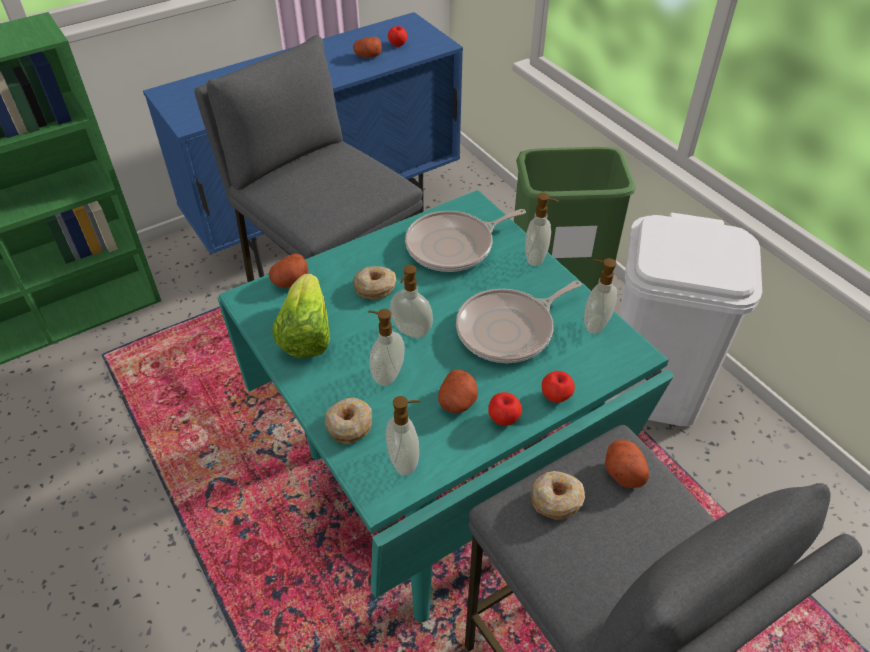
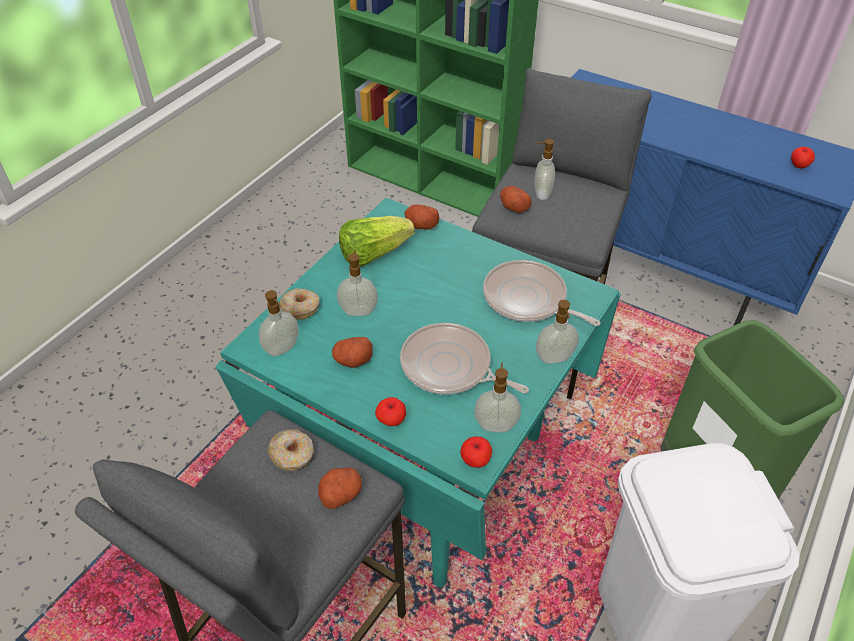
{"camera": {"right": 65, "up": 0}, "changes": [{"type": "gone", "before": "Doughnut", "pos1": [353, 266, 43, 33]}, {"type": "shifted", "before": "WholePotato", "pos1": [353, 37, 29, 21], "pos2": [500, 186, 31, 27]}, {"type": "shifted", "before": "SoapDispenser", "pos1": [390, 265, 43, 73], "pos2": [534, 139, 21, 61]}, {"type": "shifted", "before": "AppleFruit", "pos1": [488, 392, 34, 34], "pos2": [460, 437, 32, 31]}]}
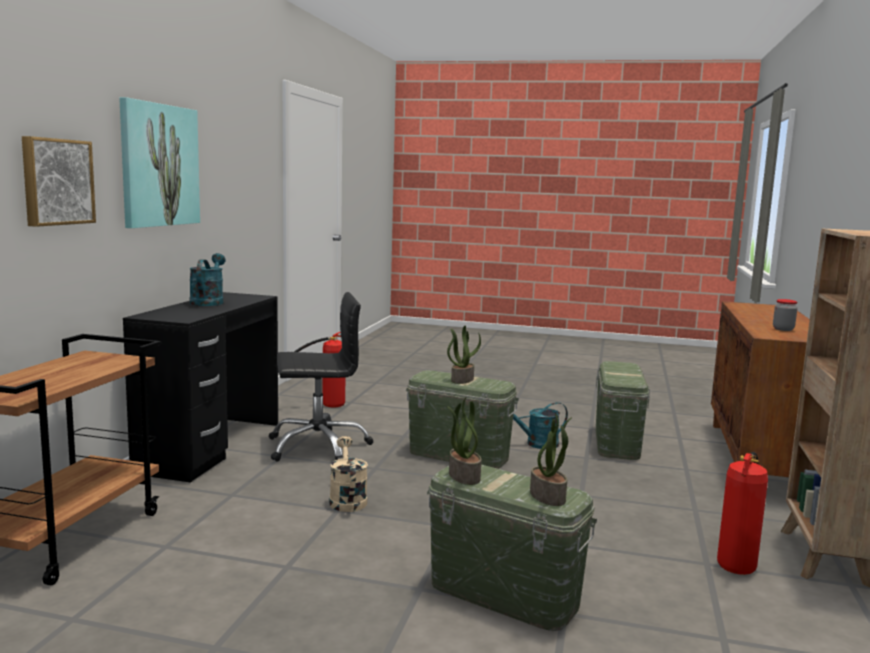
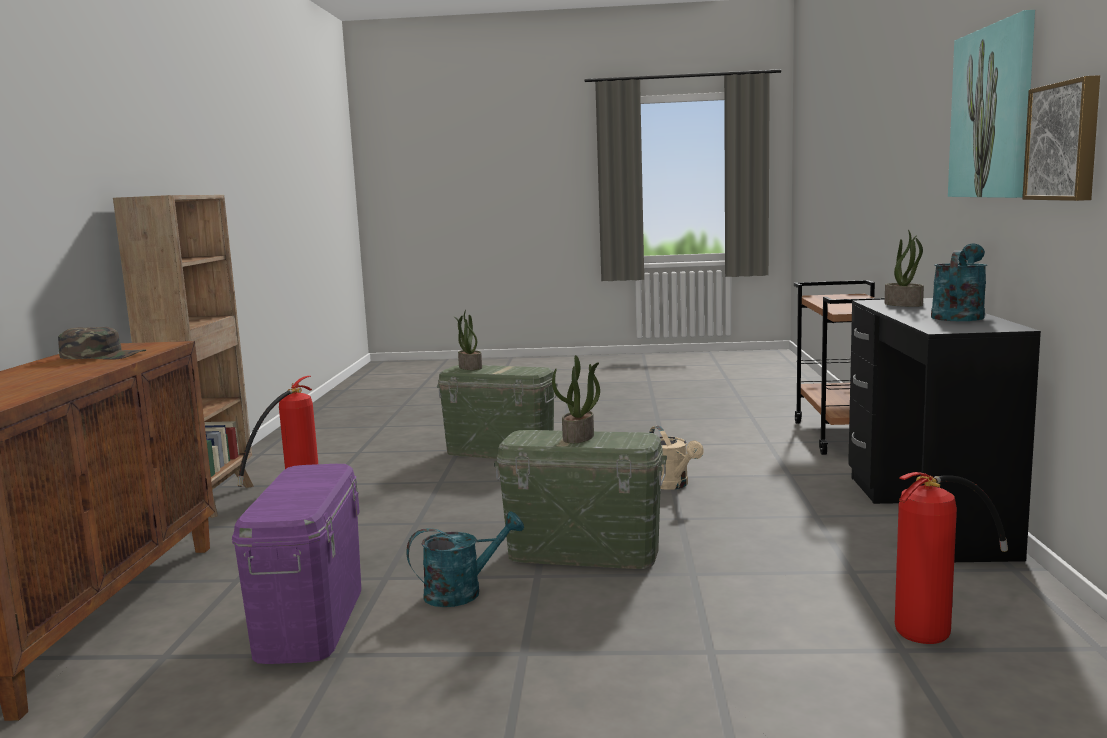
{"camera": {"right": 170, "up": 0}, "changes": [{"type": "gone", "before": "BlackColouredOfficeChair", "pos1": [269, 292, 104, 169]}, {"type": "shifted", "before": "WallPicture", "pos1": [22, 136, 74, 91], "pos2": [1022, 75, 78, 126]}, {"type": "shifted", "before": "Houseplant", "pos1": [447, 397, 35, 88], "pos2": [885, 229, 39, 78]}, {"type": "swapped", "before": "PreserveJar", "after": "GreenishCap", "pos1": [773, 299, 24, 32], "pos2": [58, 327, 88, 33]}, {"type": "repainted", "before": "GreenishStorageBin", "after": "PurpleColouredStorageBin", "pos1": [596, 361, 54, 99], "pos2": [232, 464, 129, 200]}, {"type": "rotated", "before": "BlueGreenWateringCan", "pos1": [189, 253, 37, 53], "pos2": [931, 244, 56, 77], "turn": -135}]}
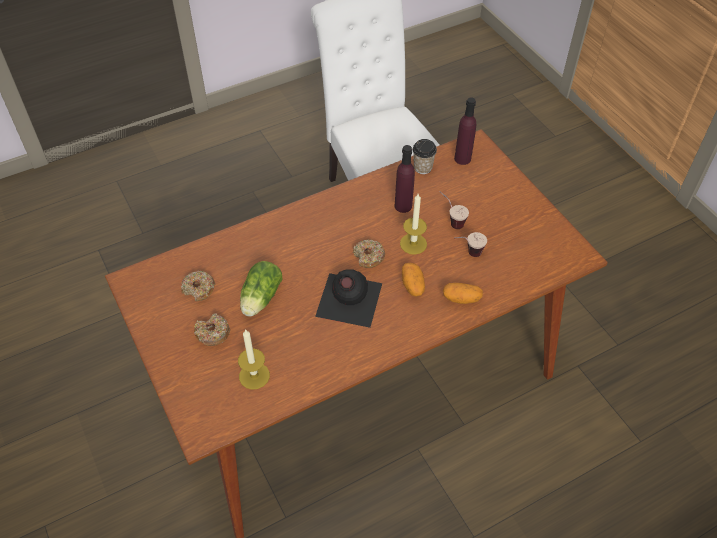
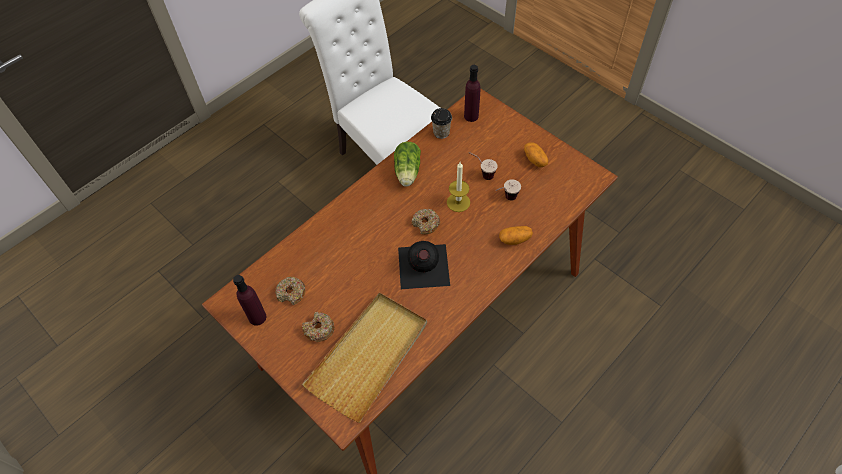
{"camera": {"right": -15, "up": 5}, "changes": [{"type": "shifted", "before": "Lettuce", "pos1": [240, 261, 43, 56], "pos2": [394, 142, 27, 45]}, {"type": "shifted", "before": "PurpleColouredBottle", "pos1": [394, 145, 21, 68], "pos2": [233, 275, 33, 51]}, {"type": "shifted", "before": "WholePotato", "pos1": [402, 263, 23, 34], "pos2": [524, 142, 24, 25]}, {"type": "swapped", "before": "WaxCandle", "after": "SandColouredServingTray", "pos1": [238, 329, 32, 61], "pos2": [302, 292, 125, 131]}]}
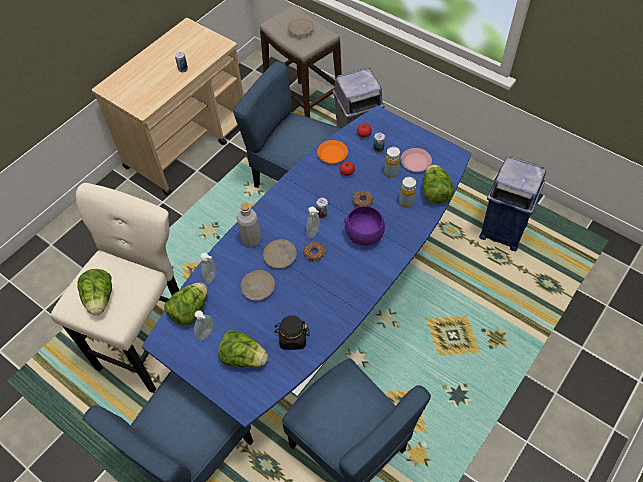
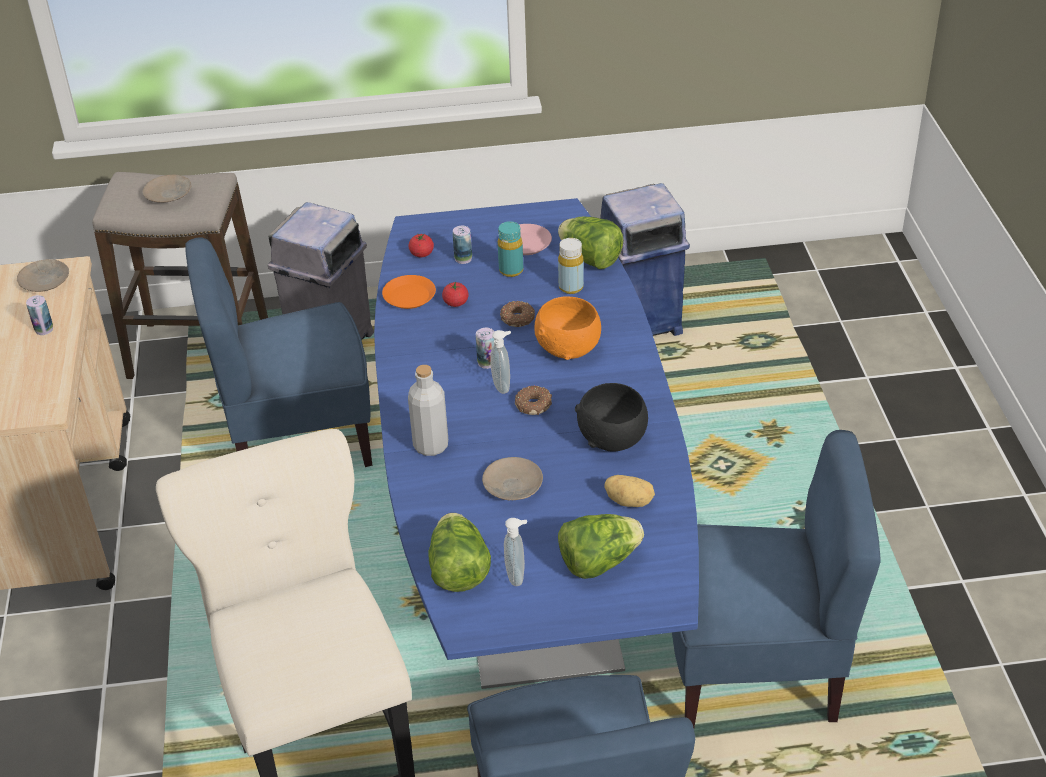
{"camera": {"right": -45, "up": -15}, "changes": [{"type": "gone", "before": "Lettuce", "pos1": [77, 269, 35, 47]}, {"type": "gone", "before": "SoapDispenser", "pos1": [200, 253, 16, 31]}, {"type": "new", "after": "BlackColouredDeepDish", "pos2": [575, 383, 73, 68]}, {"type": "shifted", "before": "SandColouredDinnerPlate", "pos1": [263, 239, 34, 29], "pos2": [17, 259, 52, 33]}, {"type": "swapped", "before": "BlackColouredPreserveJar", "after": "WholePotato", "pos1": [274, 315, 36, 35], "pos2": [604, 475, 51, 32]}, {"type": "repainted", "before": "PurpleColouredDeepDish", "after": "OrangeColouredDeepDish", "pos1": [344, 206, 41, 40], "pos2": [534, 296, 67, 64]}, {"type": "repainted", "before": "YellowBottle", "after": "BlueGreenBottle", "pos1": [384, 147, 16, 30], "pos2": [498, 221, 25, 56]}]}
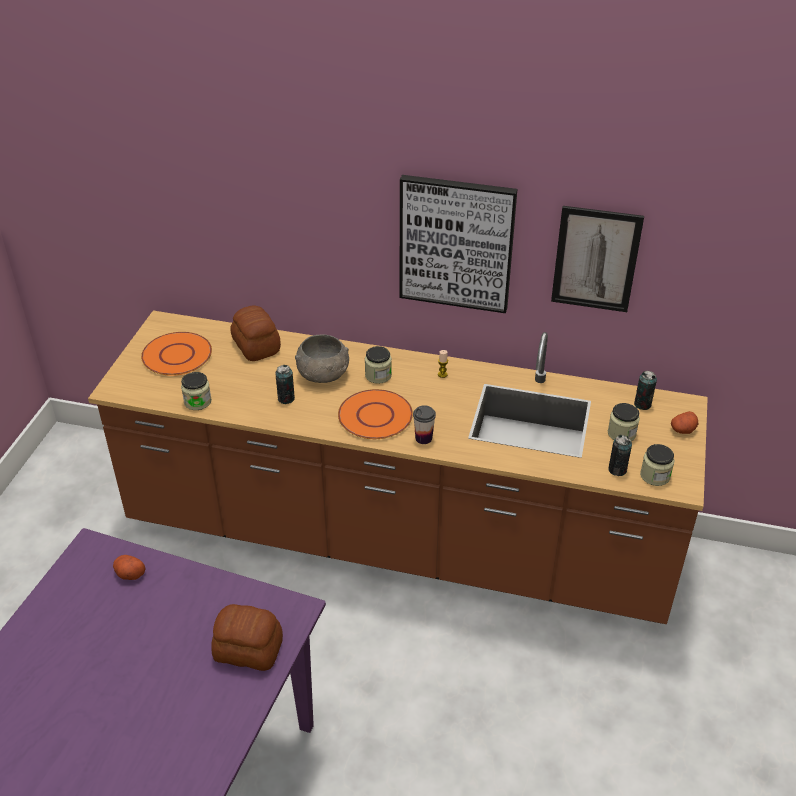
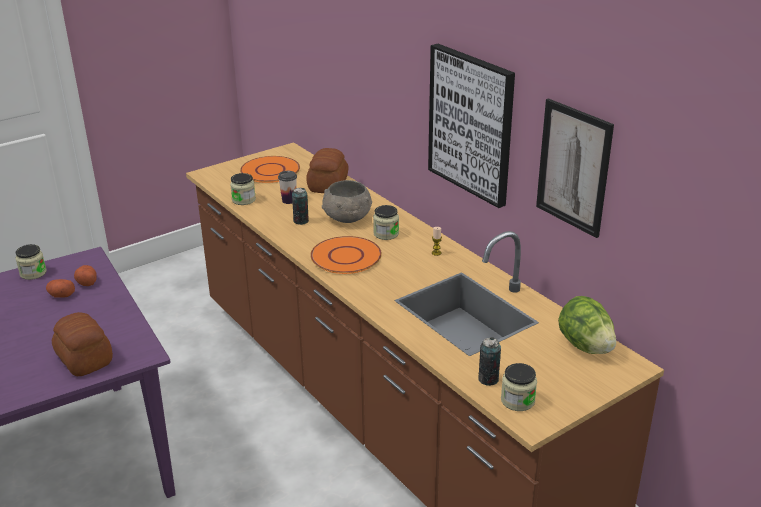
{"camera": {"right": 40, "up": -10}, "changes": [{"type": "shifted", "before": "Cup", "pos1": [413, 405, 23, 39], "pos2": [278, 171, 19, 33]}, {"type": "shifted", "before": "PreserveJar", "pos1": [608, 403, 32, 38], "pos2": [15, 244, 32, 36]}, {"type": "shifted", "before": "WholePotato", "pos1": [671, 411, 27, 23], "pos2": [46, 279, 29, 19]}, {"type": "swapped", "before": "SealedCan", "after": "Lettuce", "pos1": [634, 371, 23, 39], "pos2": [558, 296, 58, 58]}]}
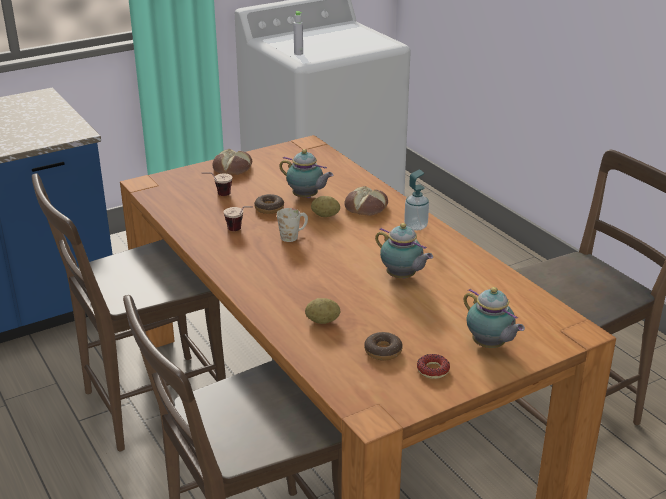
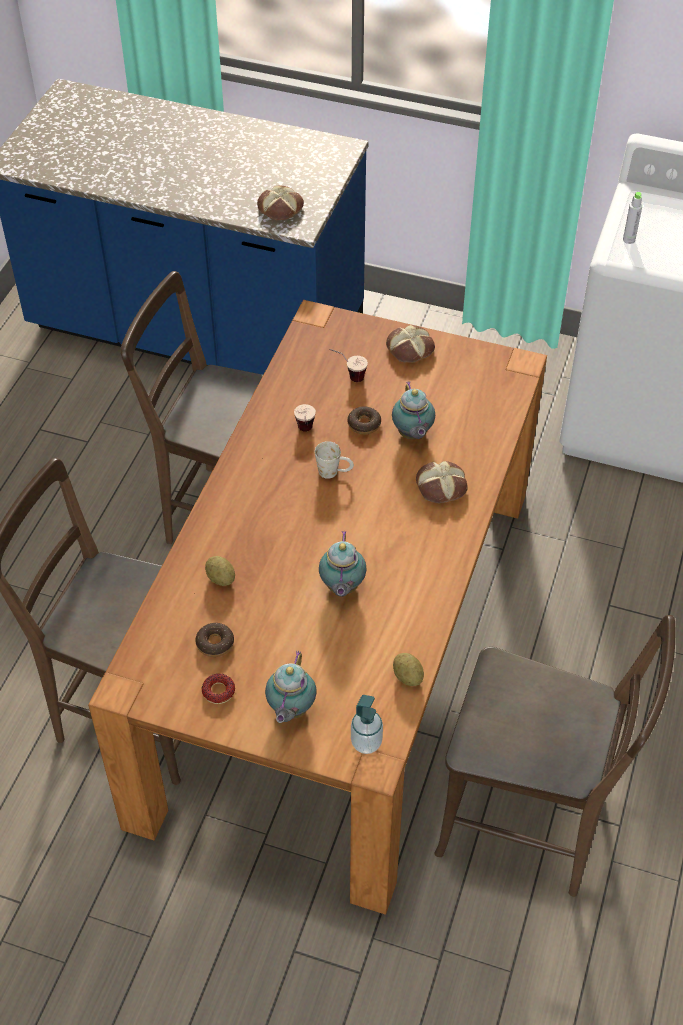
{"camera": {"right": 50, "up": 20}, "changes": [{"type": "new", "after": "Bread", "pos2": [257, 186, 47, 34]}, {"type": "shifted", "before": "WholePotato", "pos1": [311, 196, 29, 21], "pos2": [393, 653, 31, 33]}, {"type": "shifted", "before": "SoapDispenser", "pos1": [404, 170, 25, 61], "pos2": [351, 695, 32, 59]}]}
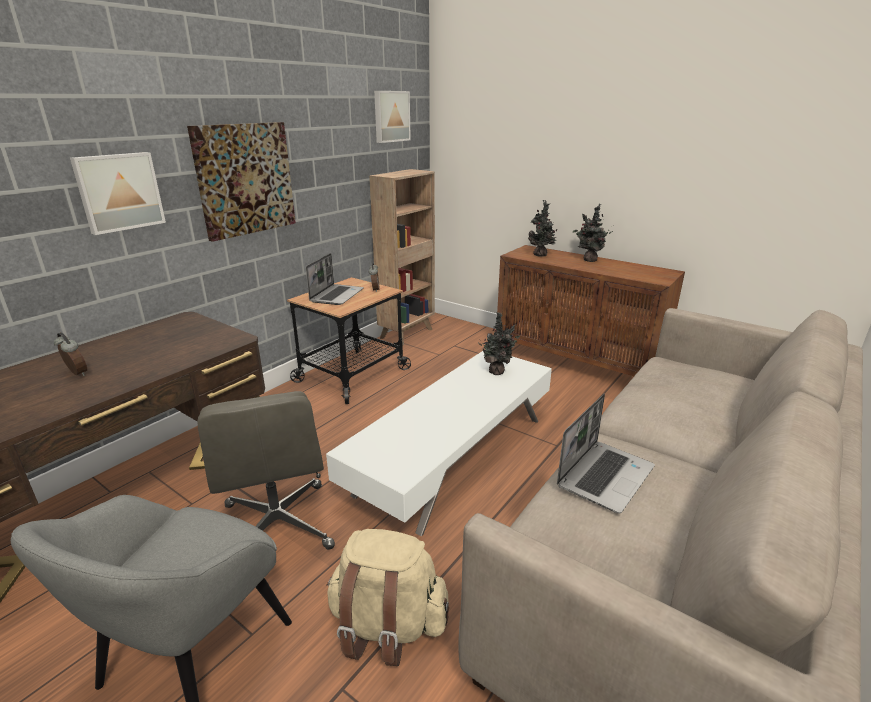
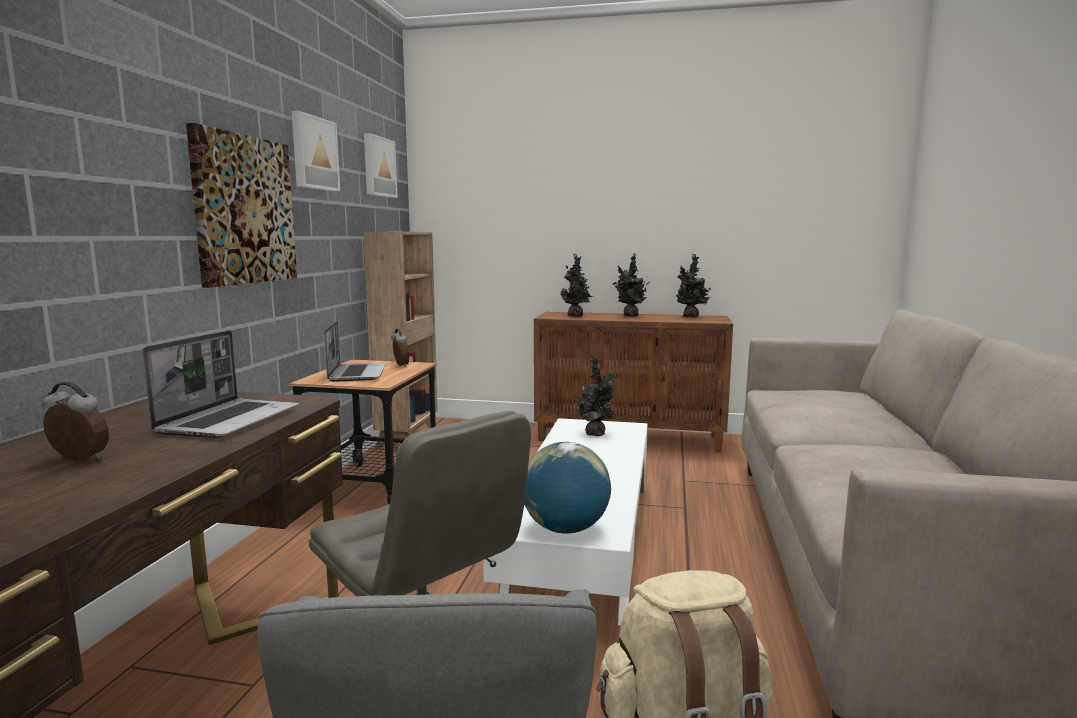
{"camera": {"right": -25, "up": -15}, "changes": [{"type": "new", "after": "DeskGlobe", "pos2": [524, 442, 87, 92]}, {"type": "new", "after": "Houseplant", "pos2": [676, 254, 35, 63]}, {"type": "shifted", "before": "WallPicture", "pos1": [70, 152, 96, 83], "pos2": [292, 111, 48, 80]}, {"type": "shifted", "before": "Laptop", "pos1": [557, 394, 98, 120], "pos2": [142, 330, 157, 108]}]}
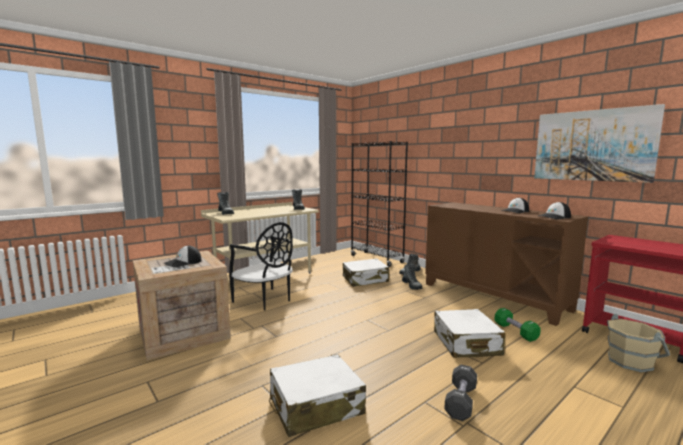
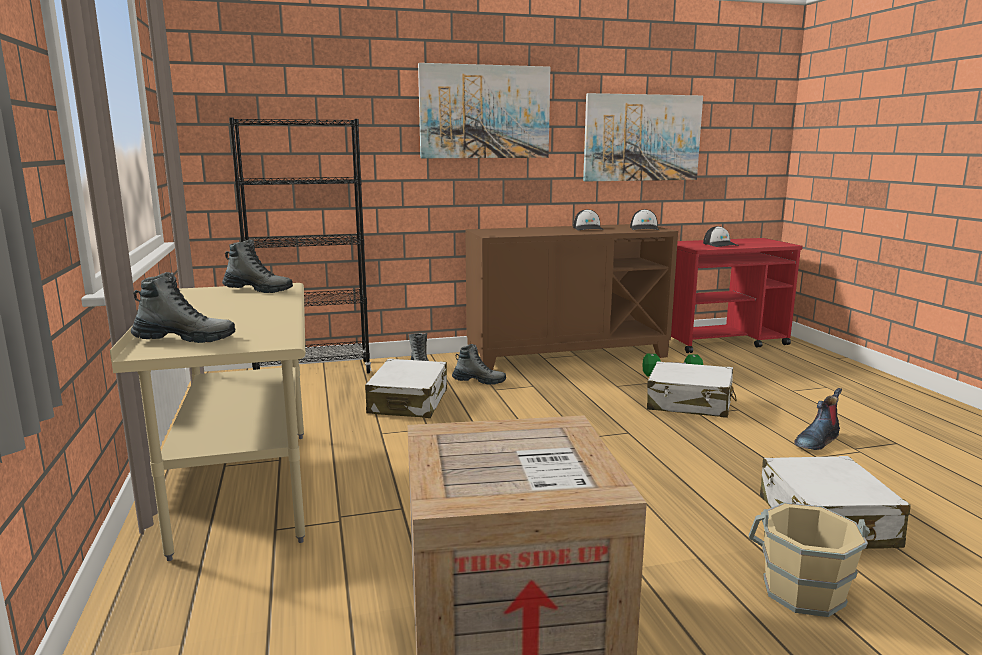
{"camera": {"right": -65, "up": 5}, "changes": [{"type": "gone", "before": "BlackColouredUprightChair", "pos1": [229, 222, 64, 89]}, {"type": "new", "after": "WallPicture", "pos2": [418, 63, 132, 95]}, {"type": "shifted", "before": "Cap", "pos1": [164, 246, 38, 21], "pos2": [703, 226, 36, 21]}, {"type": "shifted", "before": "SandColouredBucket", "pos1": [607, 313, 63, 59], "pos2": [749, 503, 121, 114]}, {"type": "swapped", "before": "BlackColouredDumbbell", "after": "Boot", "pos1": [444, 365, 33, 56], "pos2": [794, 388, 48, 62]}]}
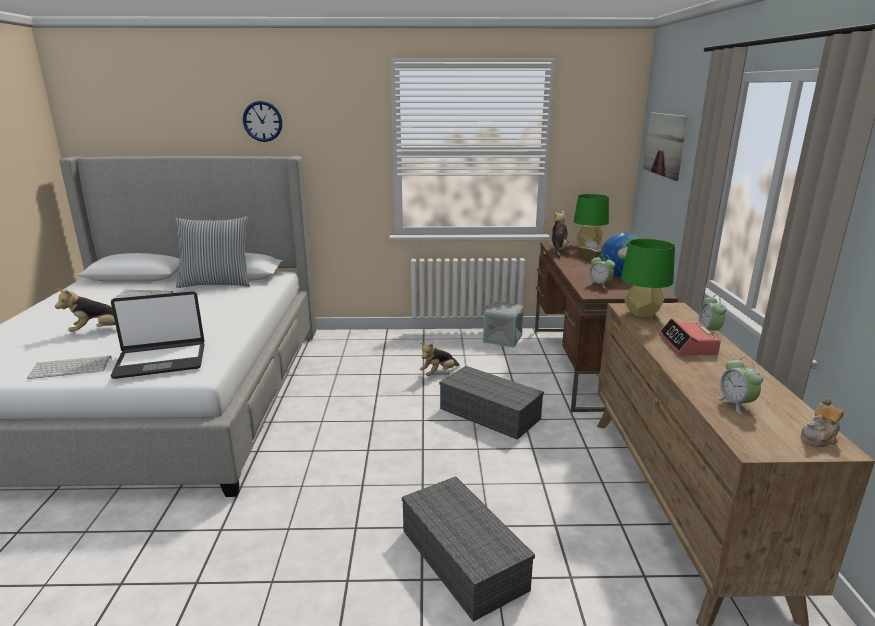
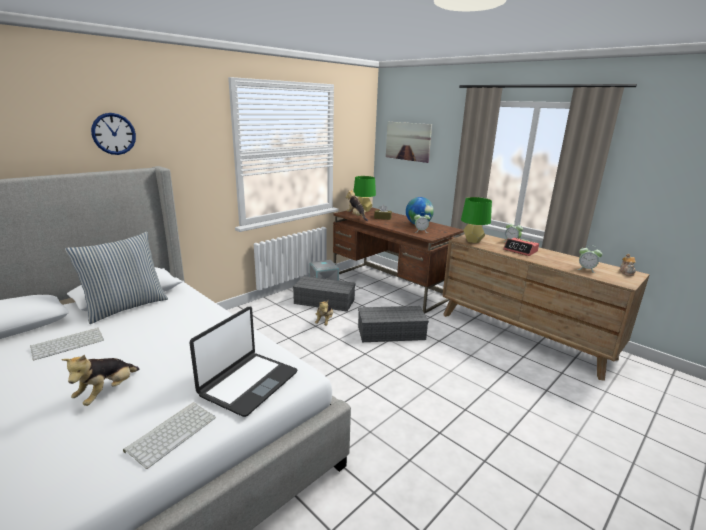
{"camera": {"right": -45, "up": 0}, "changes": [{"type": "shifted", "before": "GrayStorageBin", "pos1": [402, 476, 133, 146], "pos2": [293, 276, 63, 36]}]}
